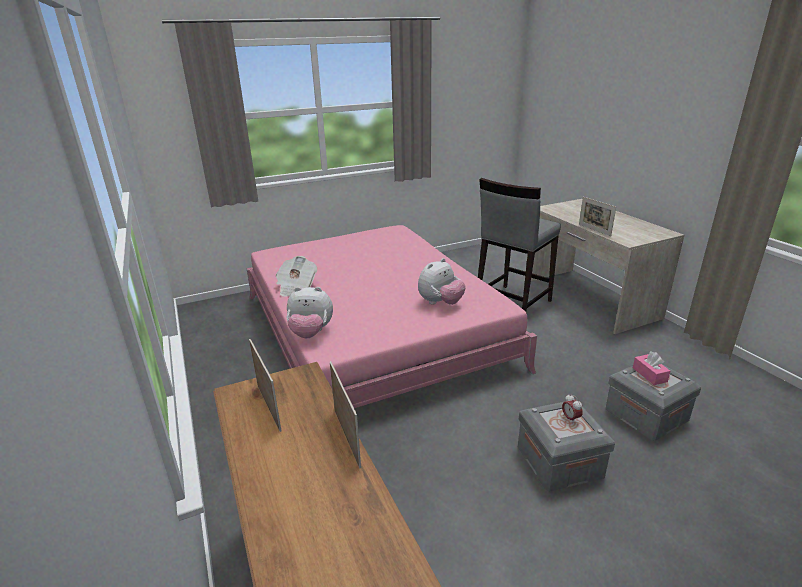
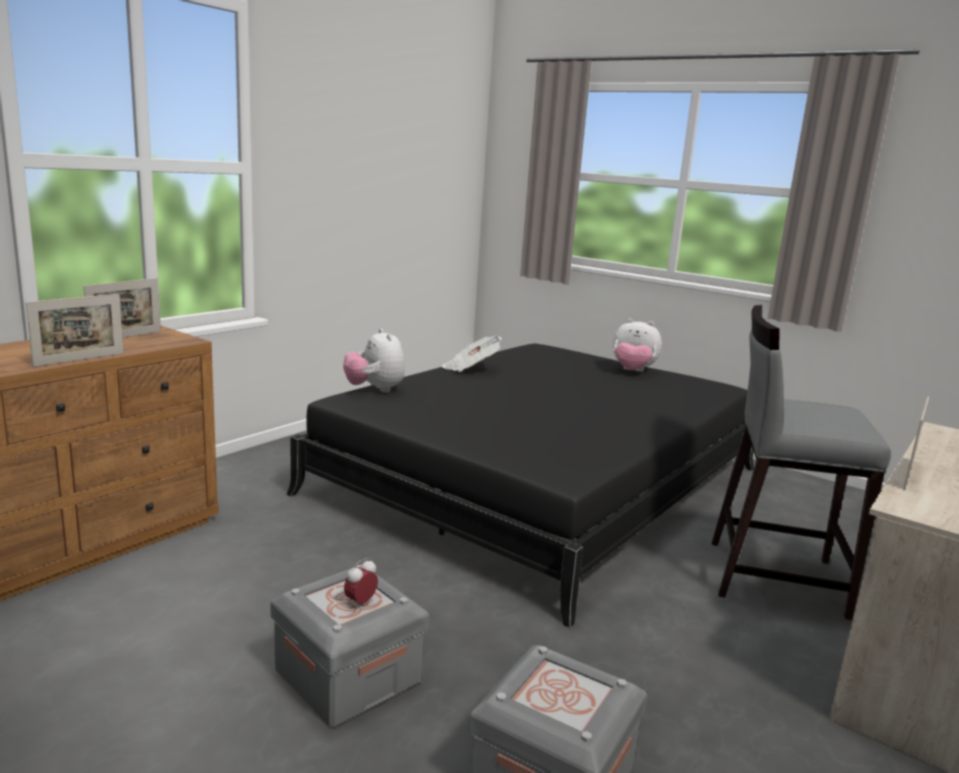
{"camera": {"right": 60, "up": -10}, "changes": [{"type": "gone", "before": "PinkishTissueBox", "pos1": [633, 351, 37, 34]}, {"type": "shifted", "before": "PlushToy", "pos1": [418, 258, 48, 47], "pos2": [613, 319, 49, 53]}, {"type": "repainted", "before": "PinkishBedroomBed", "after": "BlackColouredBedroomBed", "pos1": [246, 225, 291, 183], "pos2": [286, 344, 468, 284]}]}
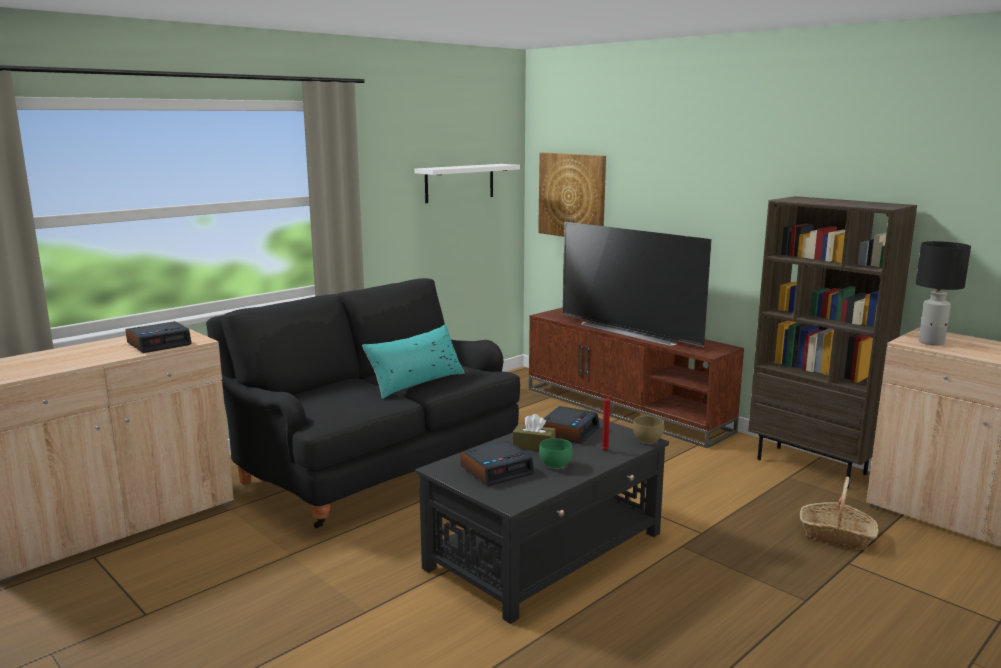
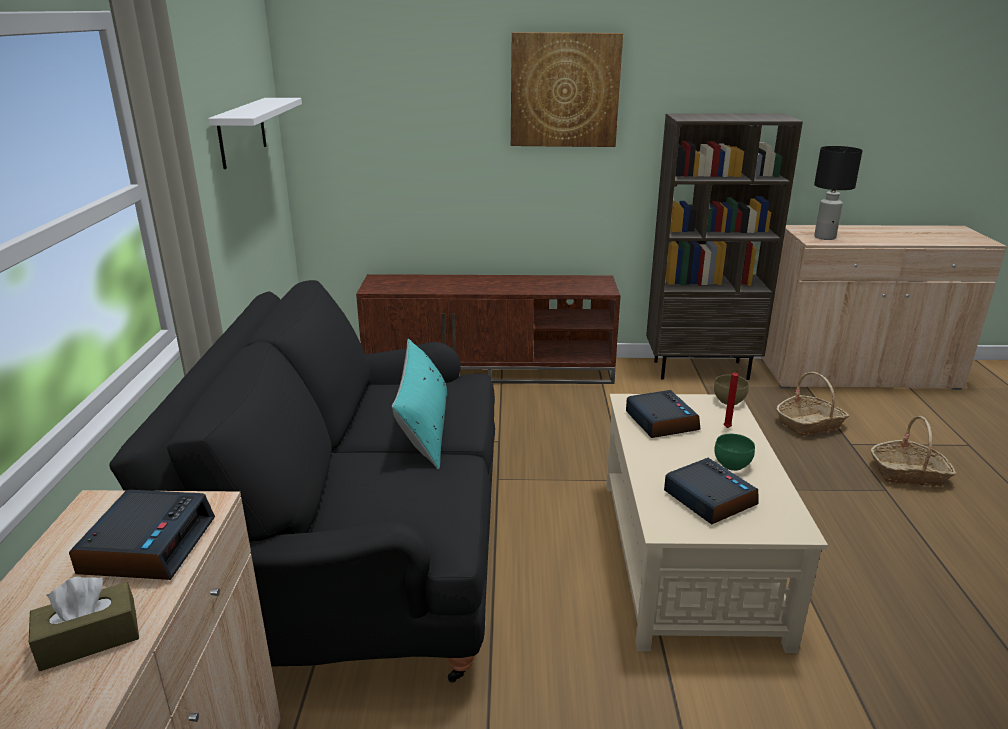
{"camera": {"right": -45, "up": 10}, "changes": [{"type": "gone", "before": "Television", "pos1": [563, 221, 149, 126]}, {"type": "new", "after": "HouseholdBasket", "pos2": [871, 416, 85, 70]}, {"type": "shifted", "before": "BrownishTissueBox", "pos1": [513, 414, 42, 37], "pos2": [29, 577, 110, 94]}, {"type": "shifted", "before": "WallPicture", "pos1": [538, 153, 68, 84], "pos2": [511, 32, 112, 115]}, {"type": "repainted", "before": "BlackColouredCoffeeTable", "after": "SandColouredCoffeeTable", "pos1": [415, 418, 254, 206], "pos2": [606, 394, 222, 259]}, {"type": "rotated", "before": "BedsideClock", "pos1": [461, 441, 73, 45], "pos2": [664, 458, 94, 67], "turn": -45}]}
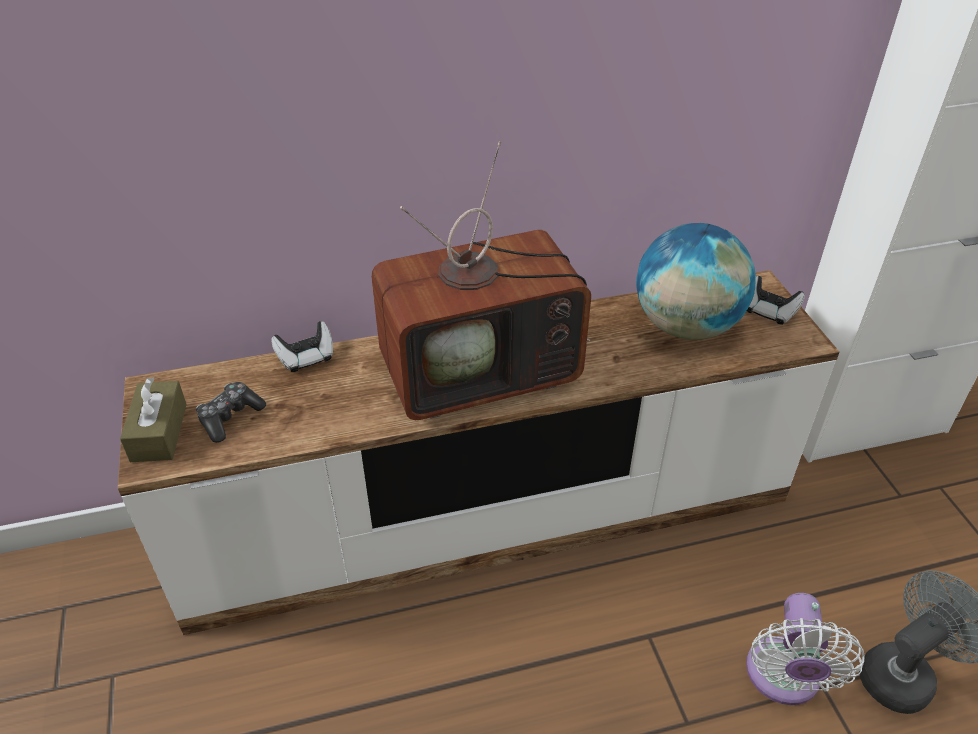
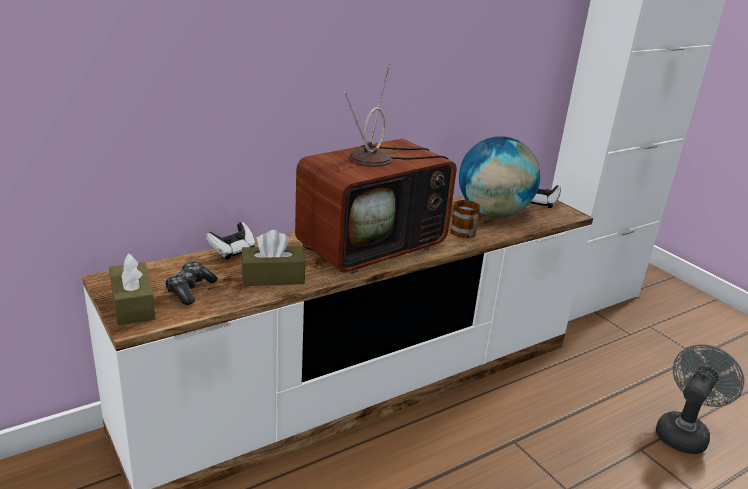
{"camera": {"right": -20, "up": -15}, "changes": [{"type": "gone", "before": "WhitishCoolingFan", "pos1": [746, 593, 119, 112]}, {"type": "new", "after": "BrownishTissueBox", "pos2": [241, 230, 65, 56]}, {"type": "new", "after": "Mug", "pos2": [451, 200, 29, 38]}]}
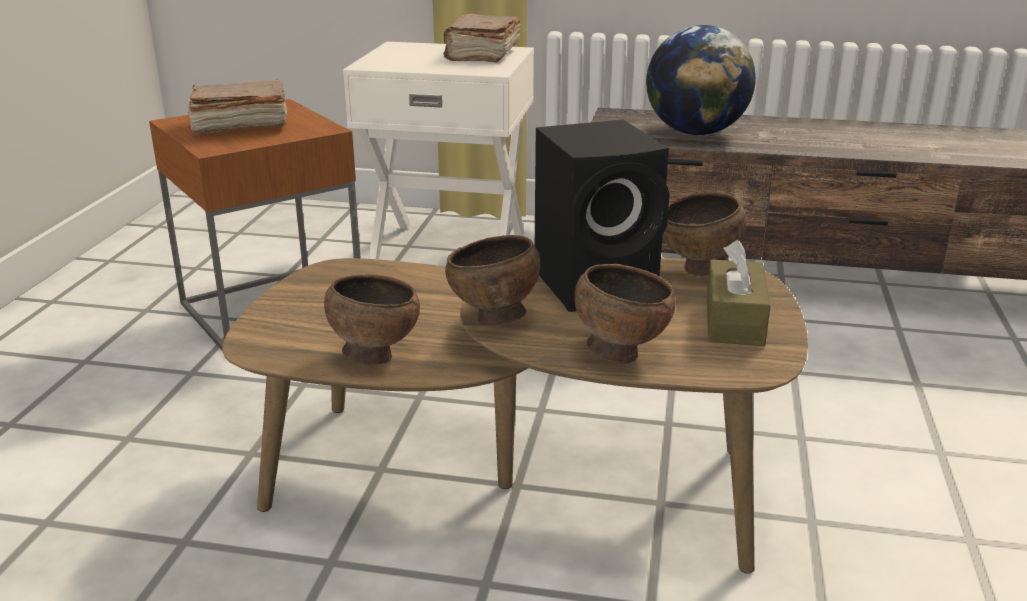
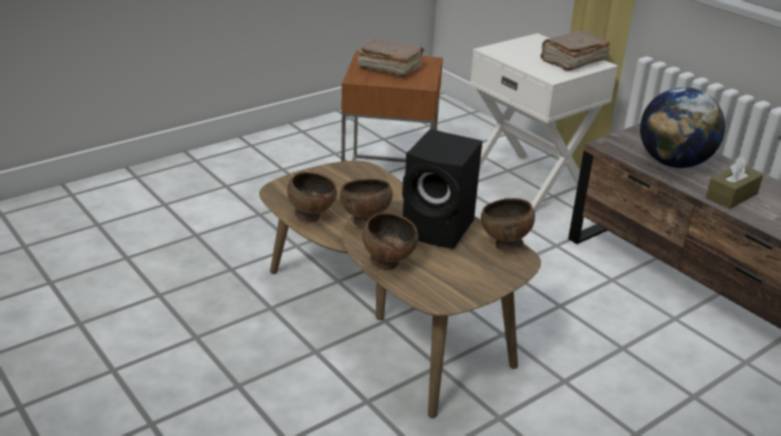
{"camera": {"right": 40, "up": 5}, "changes": [{"type": "shifted", "before": "BrownishTissueBox", "pos1": [707, 240, 63, 106], "pos2": [706, 156, 57, 53]}]}
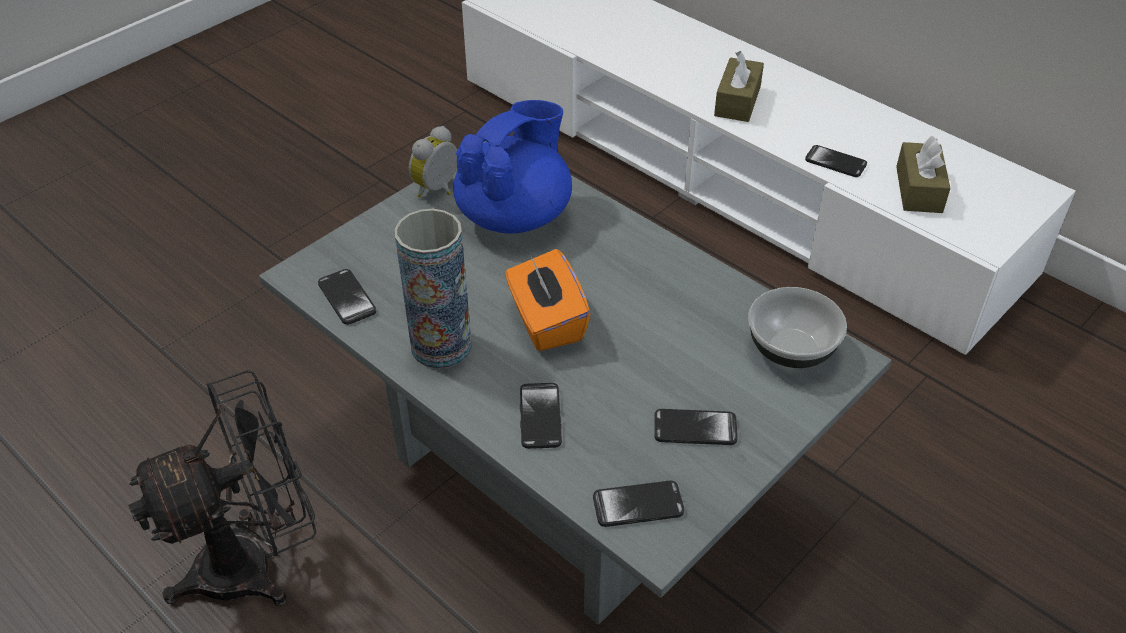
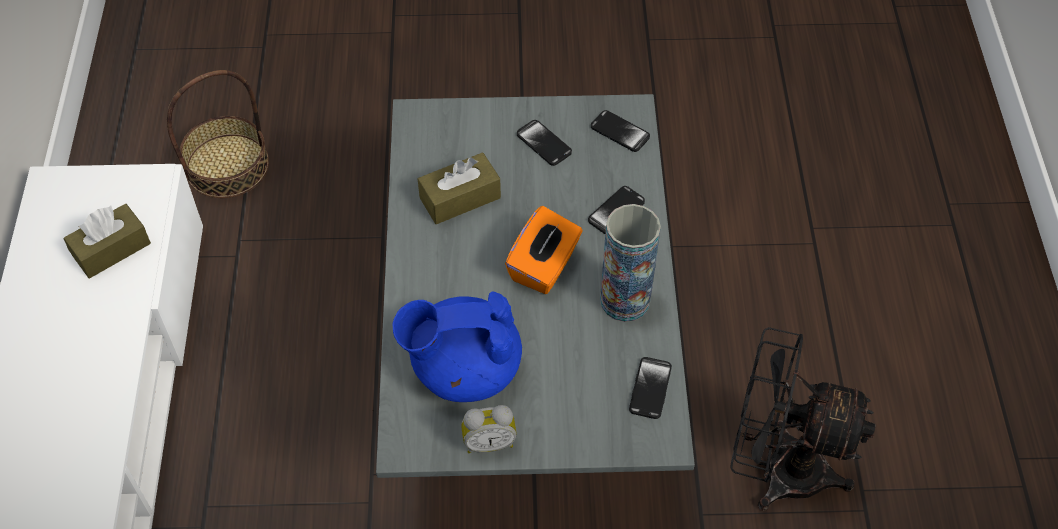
{"camera": {"right": -135, "up": 10}, "changes": [{"type": "gone", "before": "DeepDish", "pos1": [748, 287, 99, 81]}, {"type": "gone", "before": "Phone", "pos1": [805, 145, 62, 32]}, {"type": "new", "after": "HouseholdBasket", "pos2": [167, 70, 102, 128]}, {"type": "shifted", "before": "BrownishTissueBox", "pos1": [714, 51, 50, 71], "pos2": [418, 152, 83, 72]}]}
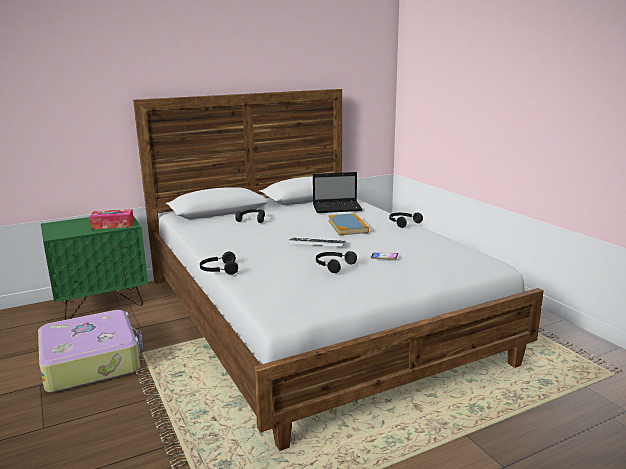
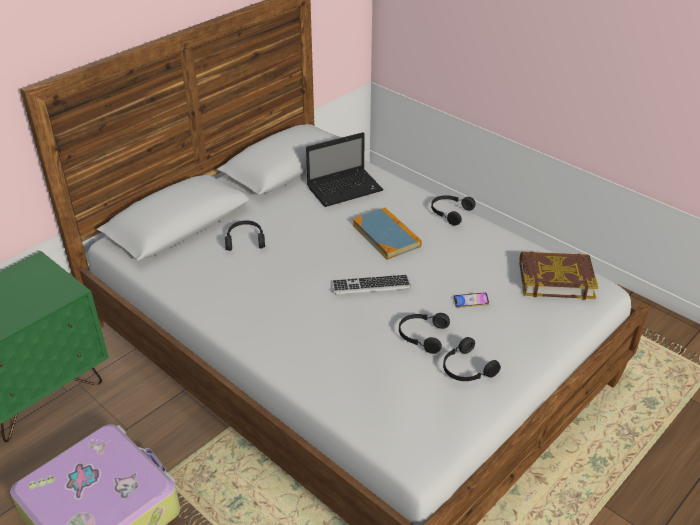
{"camera": {"right": -20, "up": 20}, "changes": [{"type": "gone", "before": "TissueBox", "pos1": [89, 209, 45, 20]}, {"type": "new", "after": "BoundBook", "pos2": [519, 251, 80, 49]}, {"type": "shifted", "before": "BlackColouredHeadphones", "pos1": [200, 252, 38, 23], "pos2": [443, 337, 58, 44]}]}
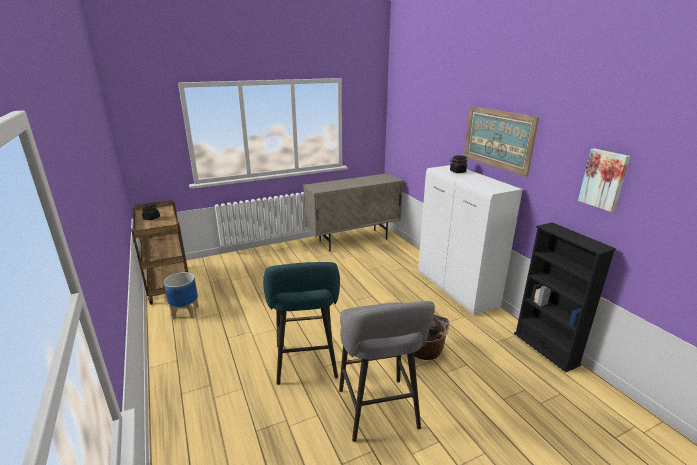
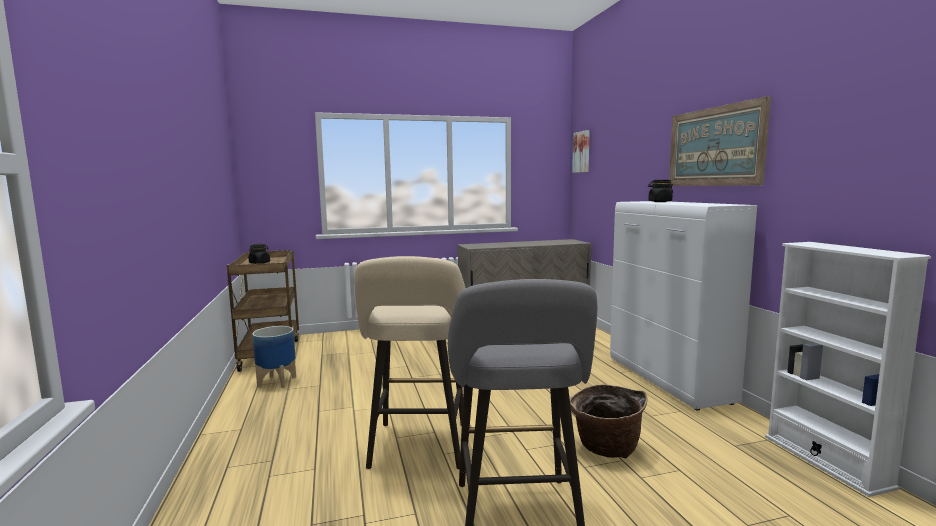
{"camera": {"right": 10, "up": -15}, "changes": [{"type": "shifted", "before": "WallPicture", "pos1": [578, 148, 52, 64], "pos2": [572, 130, 18, 43]}, {"type": "repainted", "before": "BlueGreenStoolSeat", "after": "SandColouredStoolSeat", "pos1": [263, 262, 77, 123], "pos2": [354, 256, 111, 213]}, {"type": "repainted", "before": "BlackColouredShelvingUnit", "after": "WhitishShelvingUnit", "pos1": [514, 222, 102, 151], "pos2": [765, 242, 166, 255]}]}
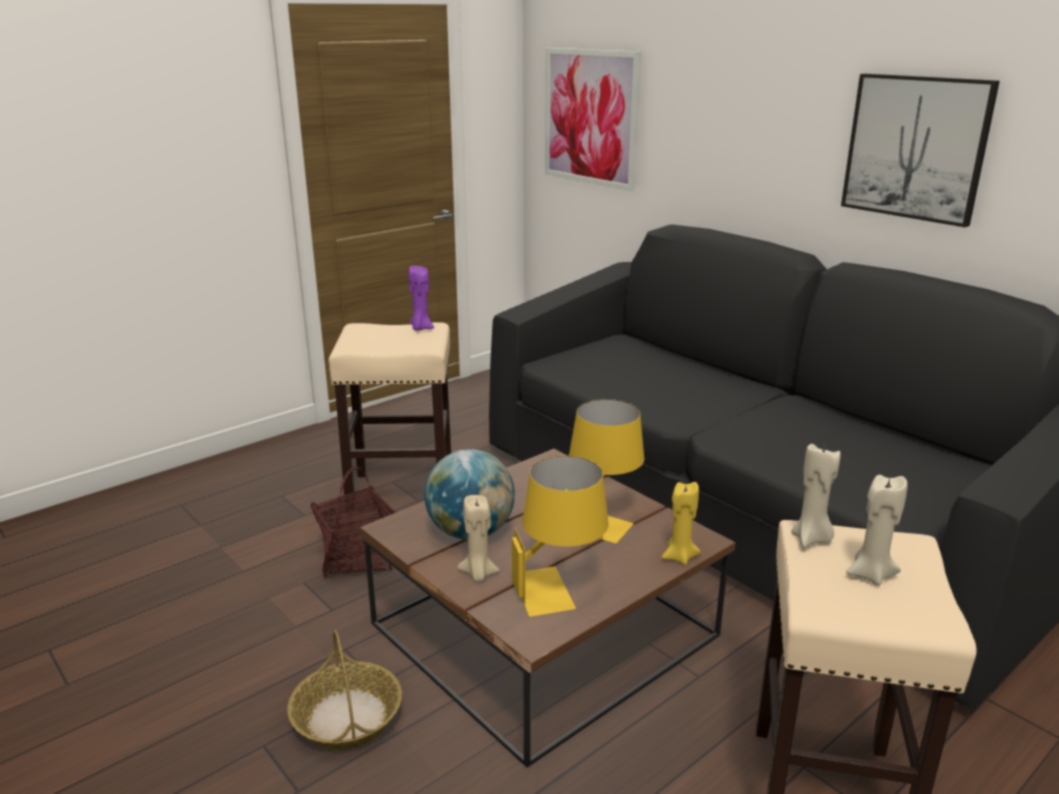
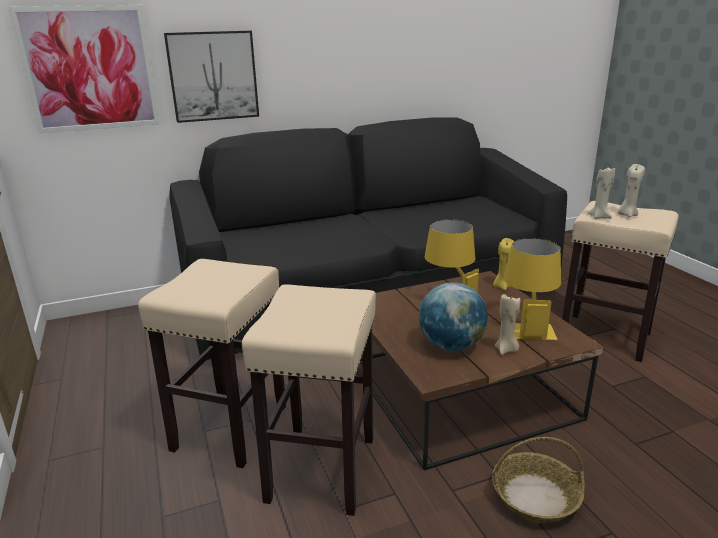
{"camera": {"right": -70, "up": 0}, "changes": [{"type": "gone", "before": "PurpleColouredWaxCandle", "pos1": [409, 266, 25, 65]}, {"type": "shifted", "before": "WallPicture", "pos1": [841, 74, 159, 153], "pos2": [164, 31, 95, 92]}, {"type": "swapped", "before": "HouseholdBasket", "after": "SandColouredStoolSeat", "pos1": [311, 467, 85, 112], "pos2": [242, 285, 134, 231]}]}
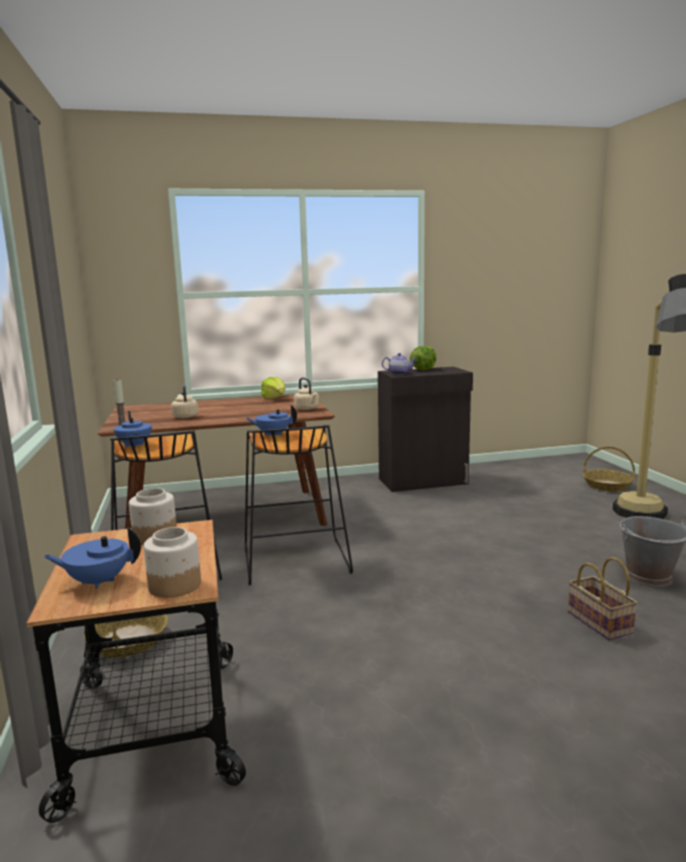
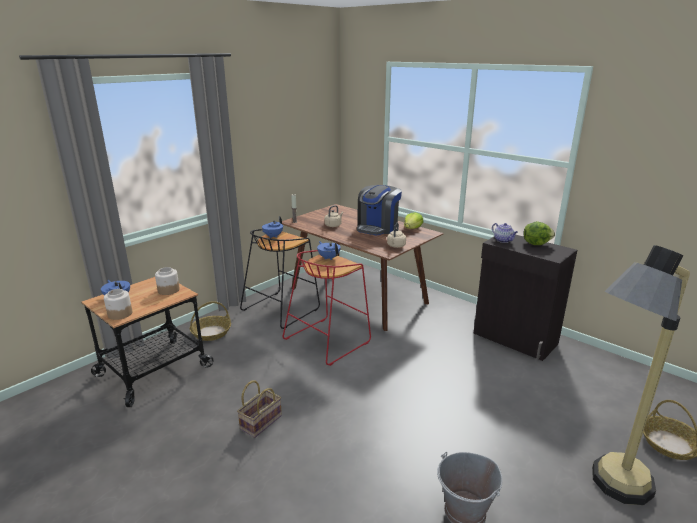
{"camera": {"right": 55, "up": 10}, "changes": [{"type": "new", "after": "CoffeeMachine", "pos2": [357, 185, 45, 51]}, {"type": "shifted", "before": "HouseholdBasket", "pos1": [568, 557, 70, 83], "pos2": [237, 380, 45, 58]}, {"type": "repainted", "before": "BlackColouredStoolSeat", "after": "RedStoolSeat", "pos1": [245, 425, 108, 160], "pos2": [282, 250, 89, 116]}]}
